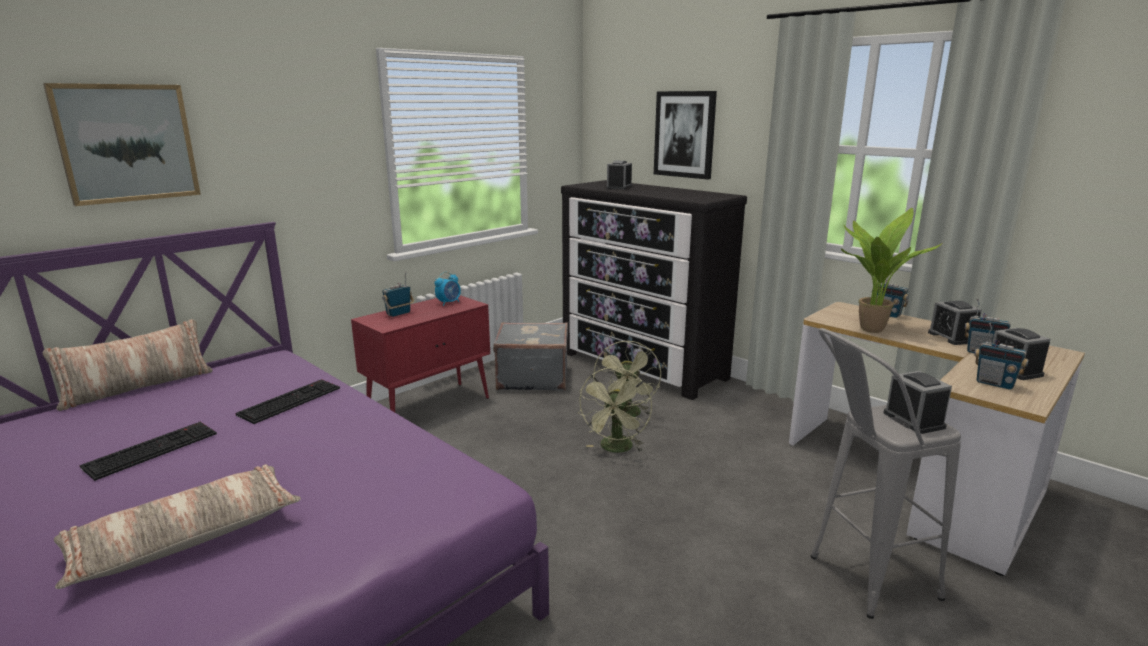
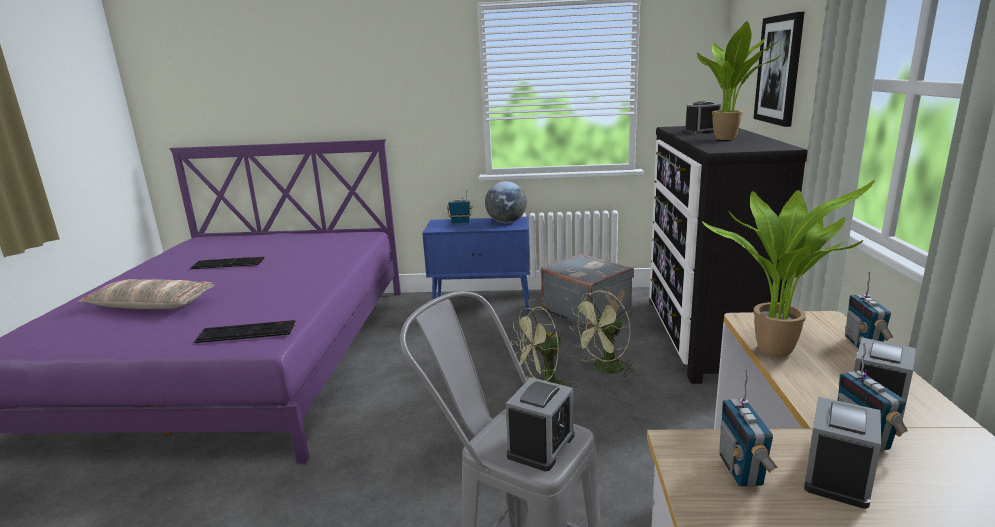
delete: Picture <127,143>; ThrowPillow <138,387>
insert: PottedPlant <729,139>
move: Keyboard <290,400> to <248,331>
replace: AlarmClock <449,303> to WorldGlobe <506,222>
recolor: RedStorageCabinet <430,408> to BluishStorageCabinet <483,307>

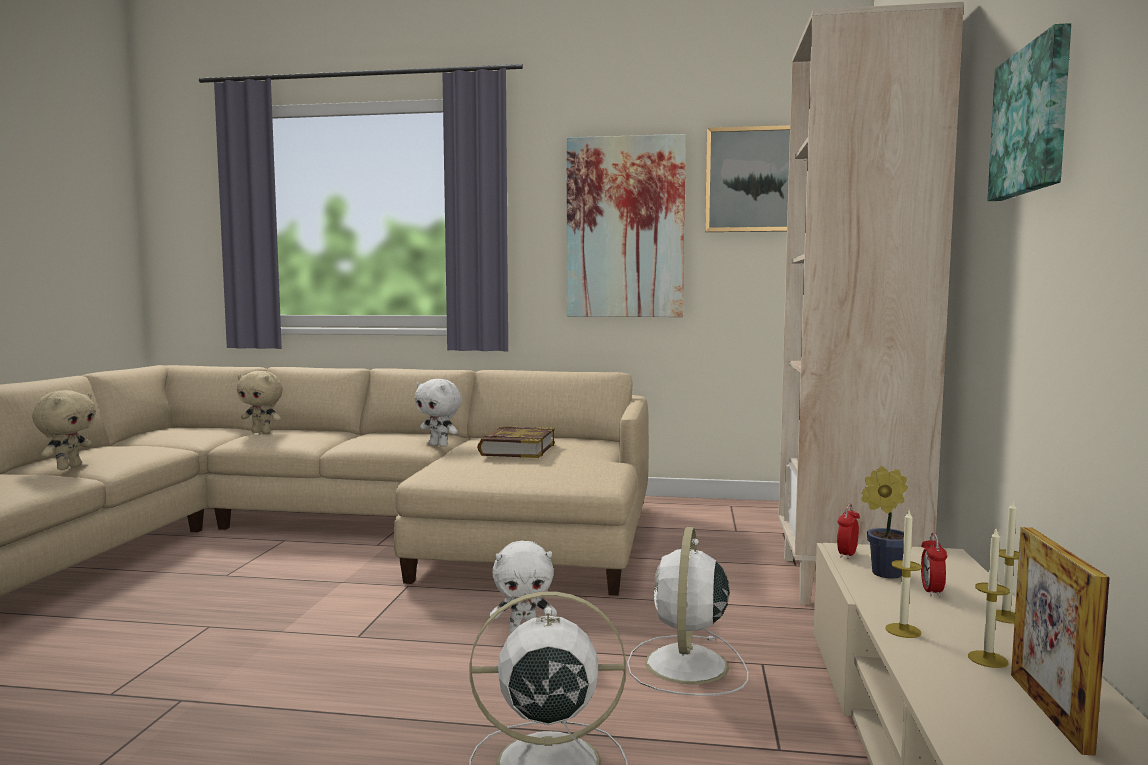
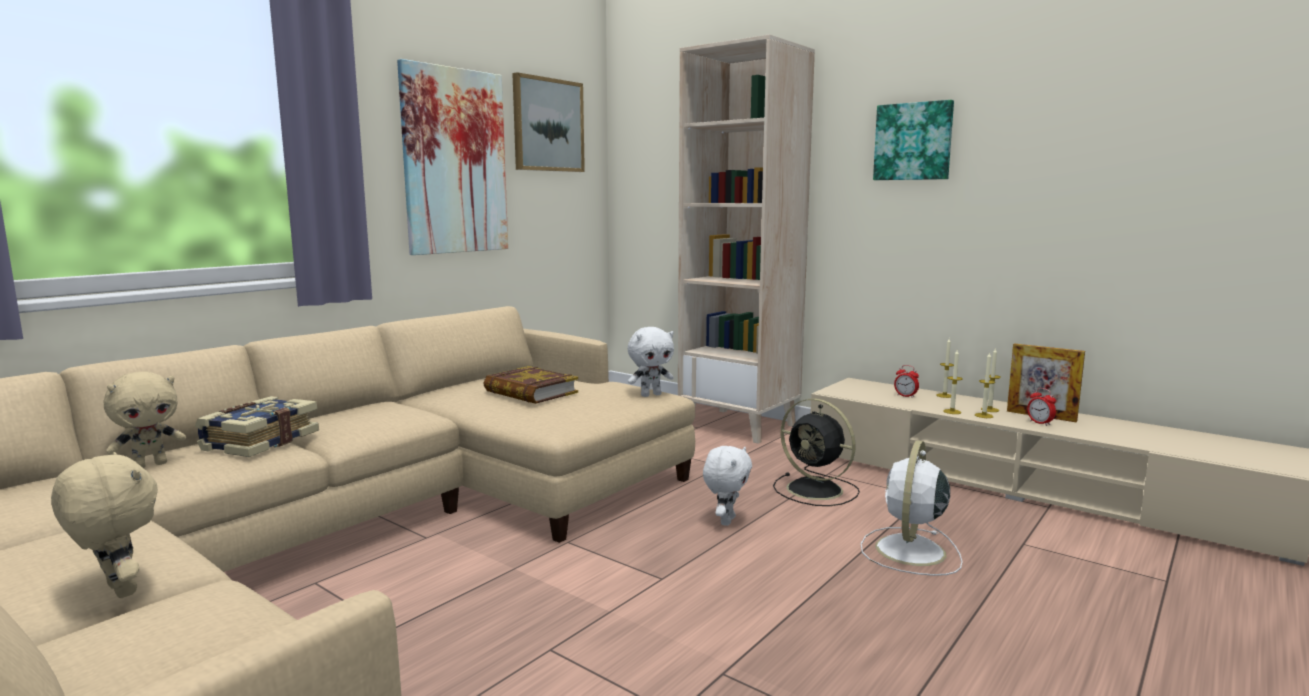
delete: PottedPlant <882,573>
insert: BoundBook <259,441>; WaxCandle <984,415>
move: WhiteCuddlyToy <439,445> to <651,395>; AlarmClock <847,555> to <1040,423>
recolor: WhiteFan <686,666> to BlackFan <817,490>

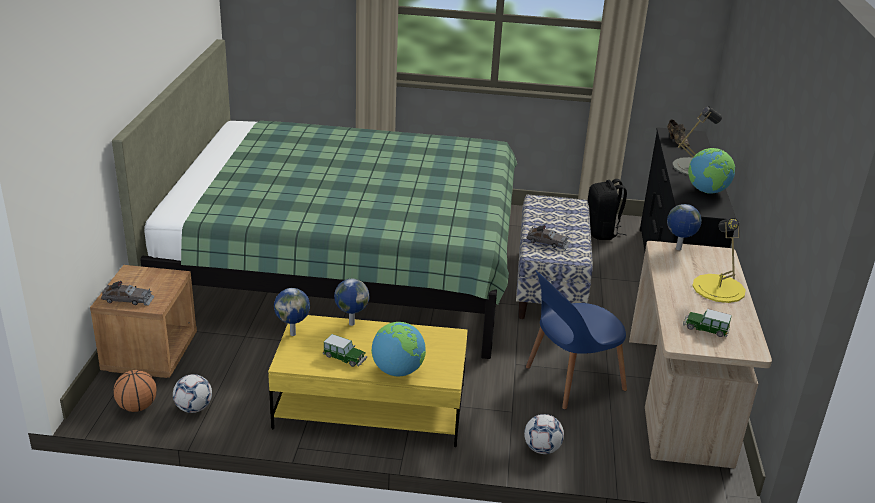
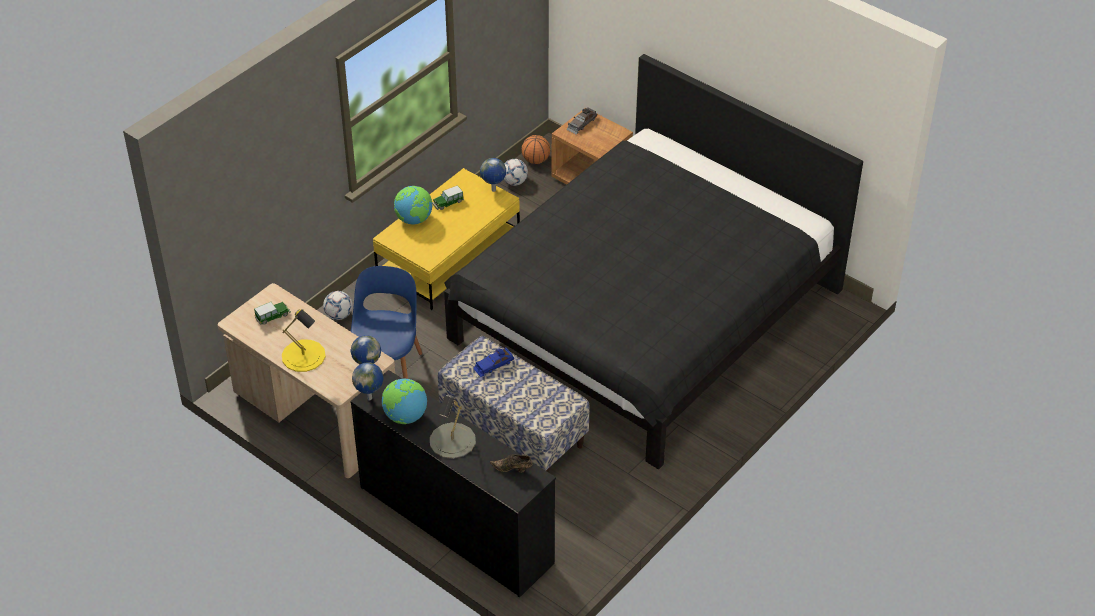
delete: BlackBackpack <602,232>
move: WorldGlobe <351,323> to <370,398>
recolor: GreenColouredSleepingBed <343,264> to BlackSleepingBed <644,315>; GreyMiniatureCar <547,242> to BluishMiniatureCar <493,365>

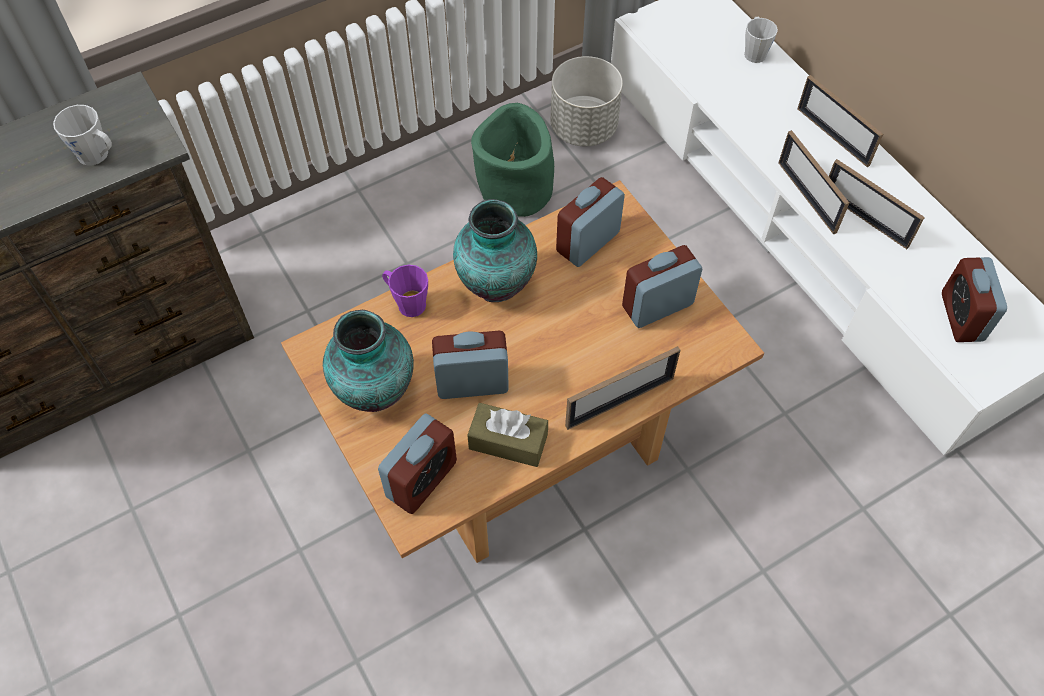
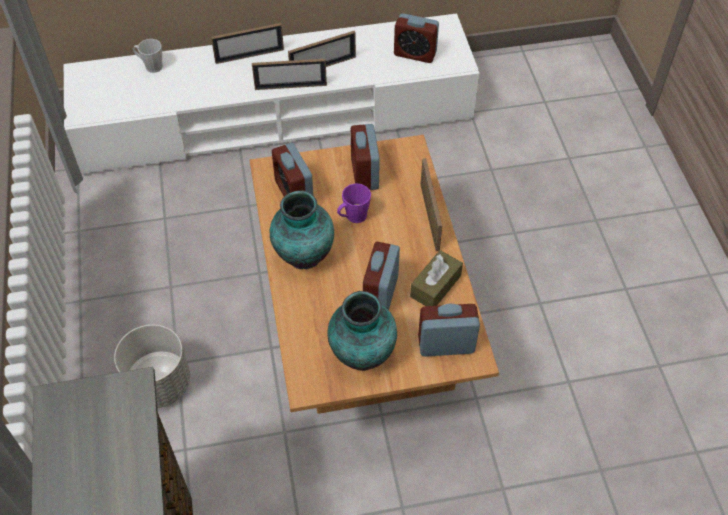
delete: GreyCoffeeMug <98,156>; GreenColouredFlowerPot <515,190>
move: GreyFlowerPot <584,128> to <159,383>; PurplishCoffeeMug <407,302> to <353,217>
rotate: AlarmClock <421,479> = <446,344> 60 degrees counterclockwise

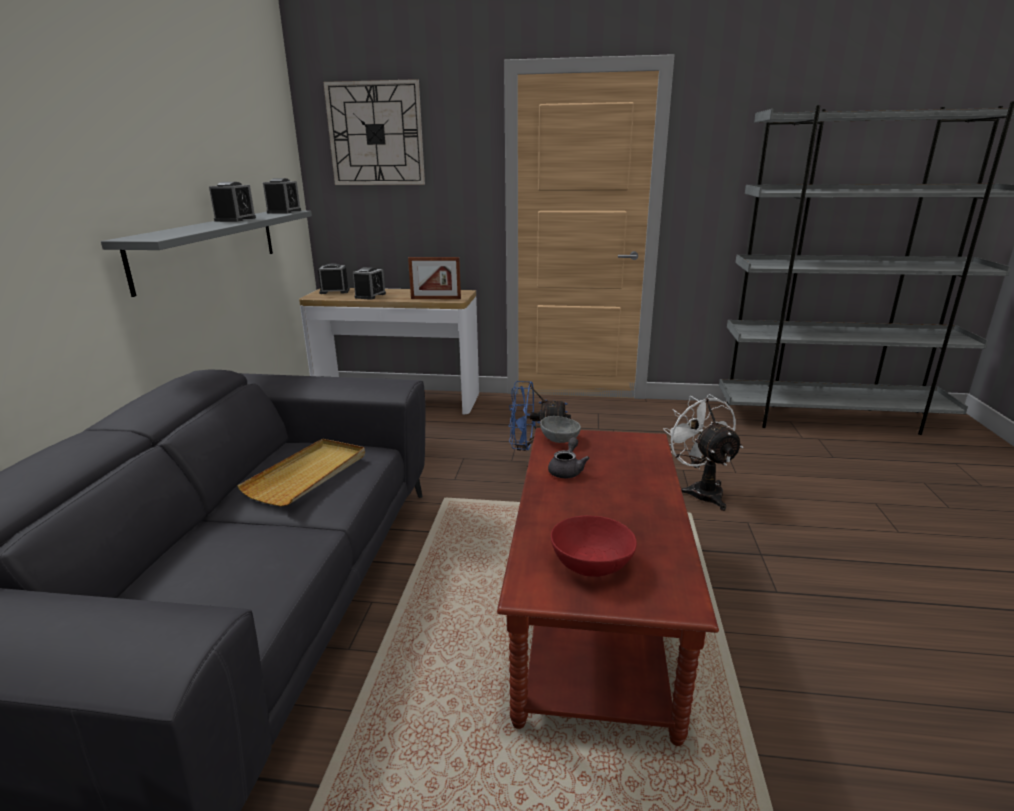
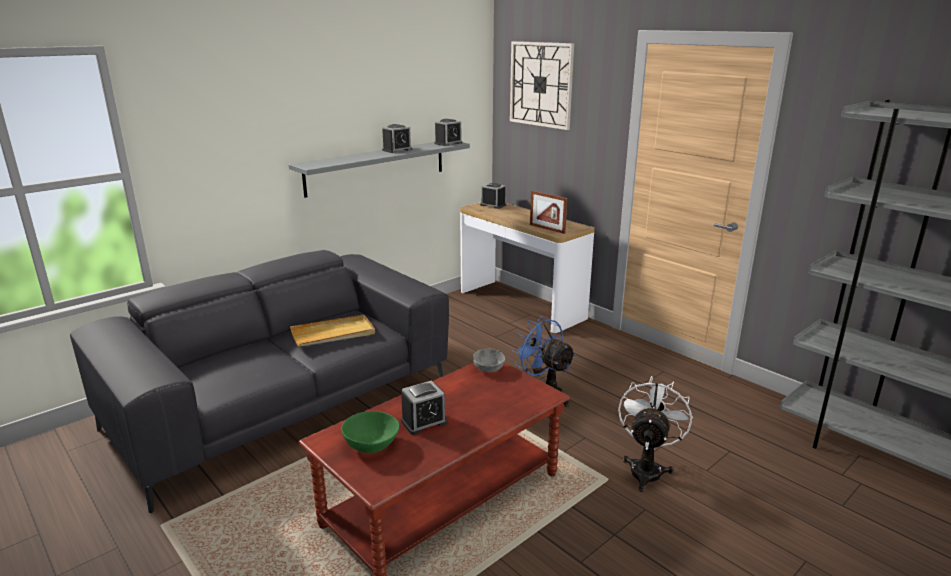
delete: GreyTeapot <567,470>
move: AlarmClock <370,296> to <424,422>
recolor: RedDeepDish <591,563> to GreenColouredDeepDish <371,444>

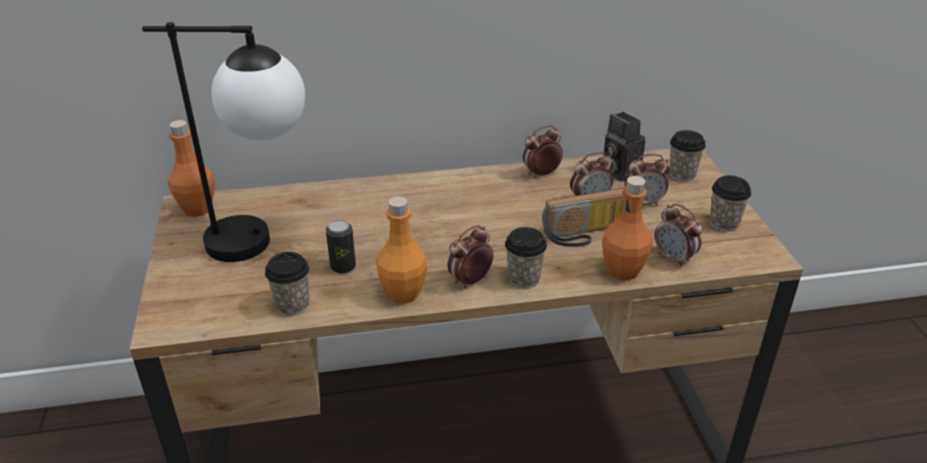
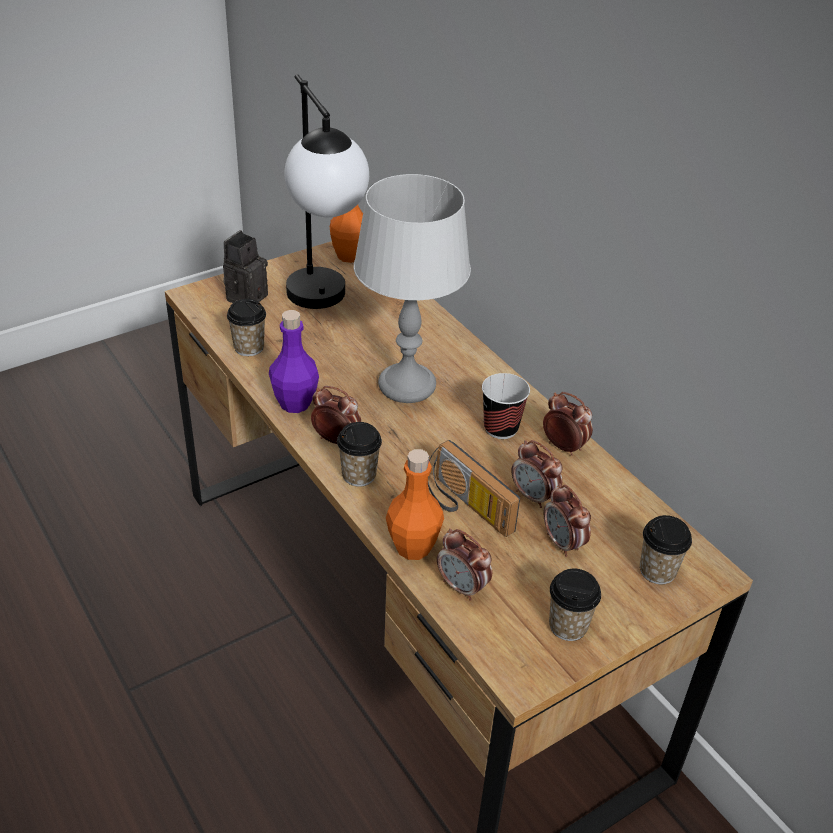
delete: Can <343,267>
insert: GreyLampForATable <406,385>; Cup <501,428>
move: StillCamera <617,171> to <246,296>
recolor: OrangeBeverageBottle <403,293> to PurplishBeverageBottle <295,403>
rotate: AlarmClock <674,258> = <462,587> 75 degrees counterclockwise

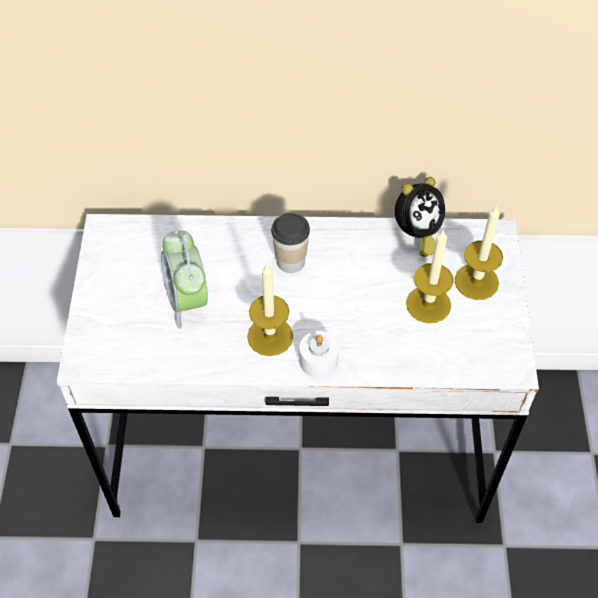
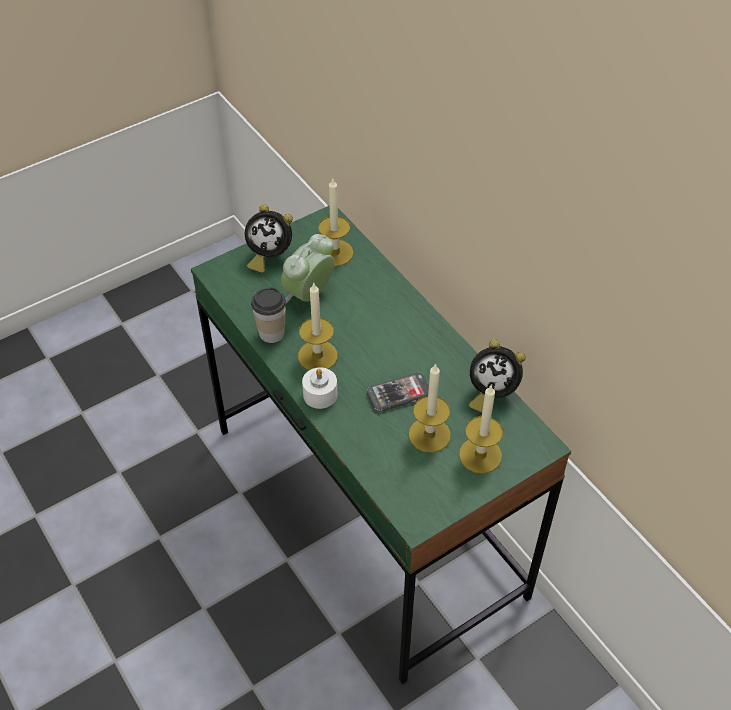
insert: AlarmClock <268,256>; WaxCandle <335,253>; Phone <399,393>
move: Cup <290,261> to <271,333>
recolor: WhiteDesk <299,445> to GreenColouredDesk <367,511>

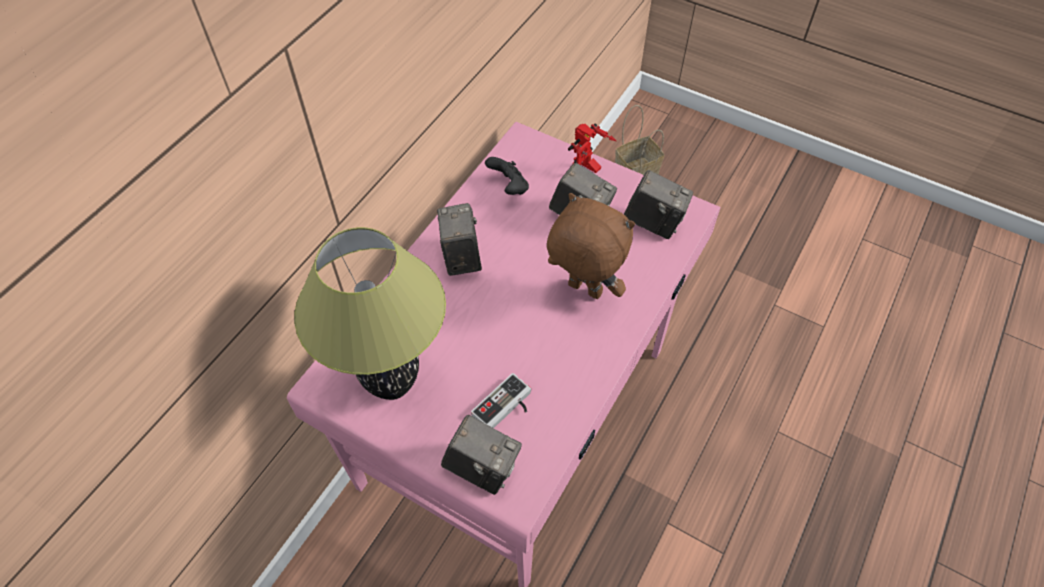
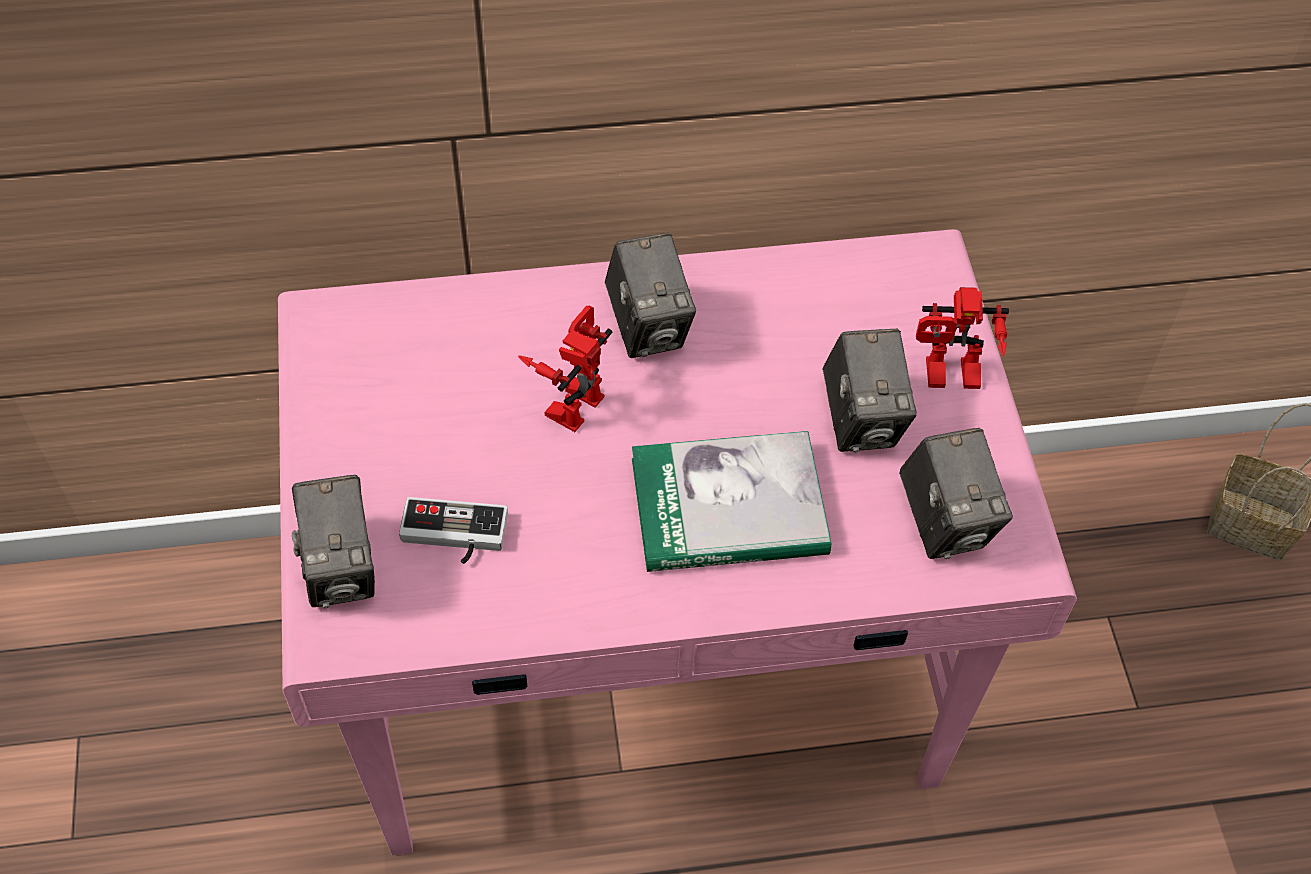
delete: LampForATable <393,385>; BlackGameController <509,187>
insert: ToyRobot <570,399>
replace: BrownColouredCuddlyToy <583,290> to BoundBook <728,507>
rotate: StillCamera <461,256> = <648,326> 120 degrees clockwise

